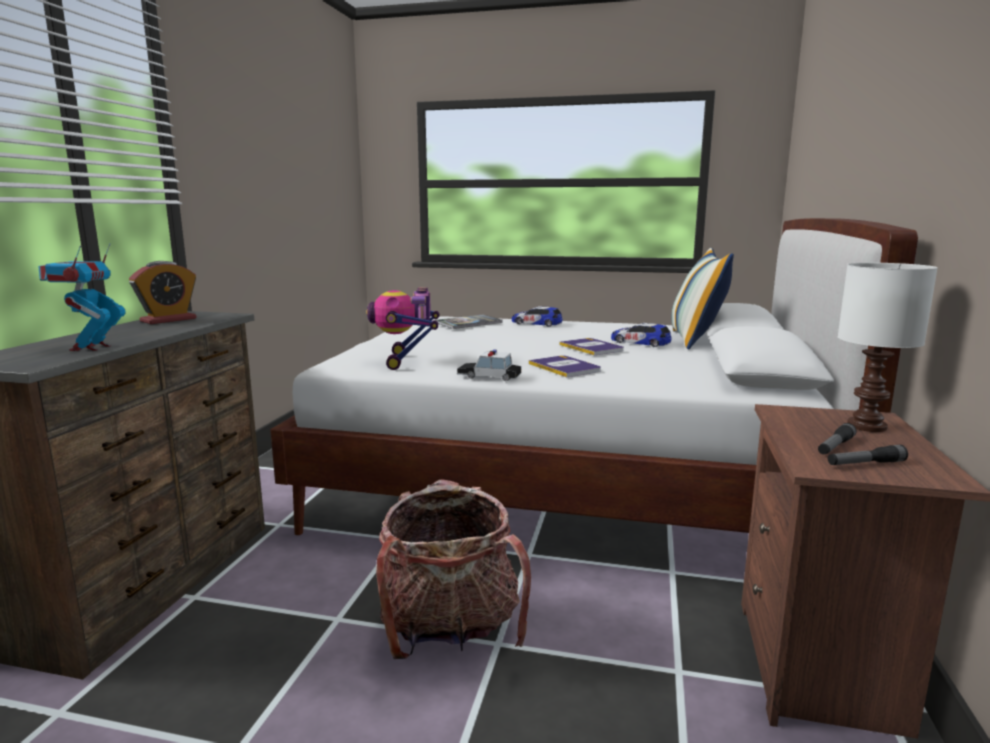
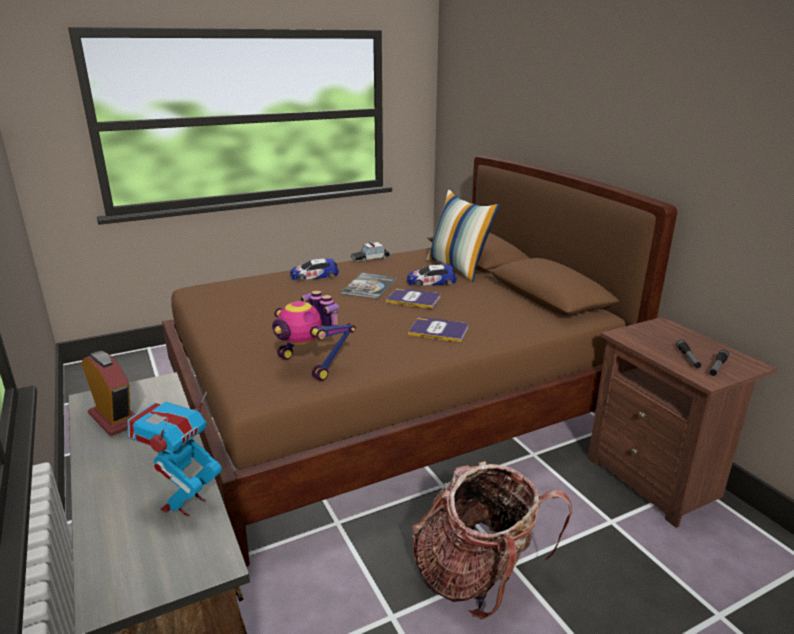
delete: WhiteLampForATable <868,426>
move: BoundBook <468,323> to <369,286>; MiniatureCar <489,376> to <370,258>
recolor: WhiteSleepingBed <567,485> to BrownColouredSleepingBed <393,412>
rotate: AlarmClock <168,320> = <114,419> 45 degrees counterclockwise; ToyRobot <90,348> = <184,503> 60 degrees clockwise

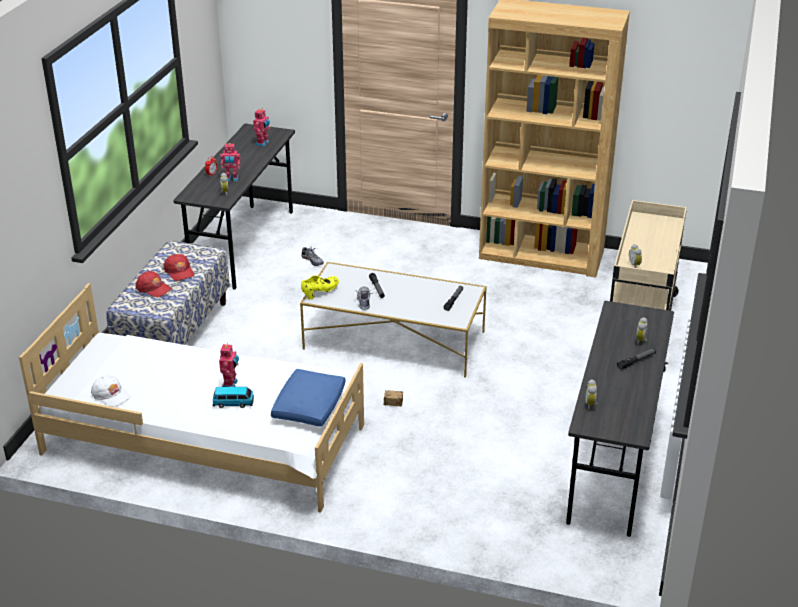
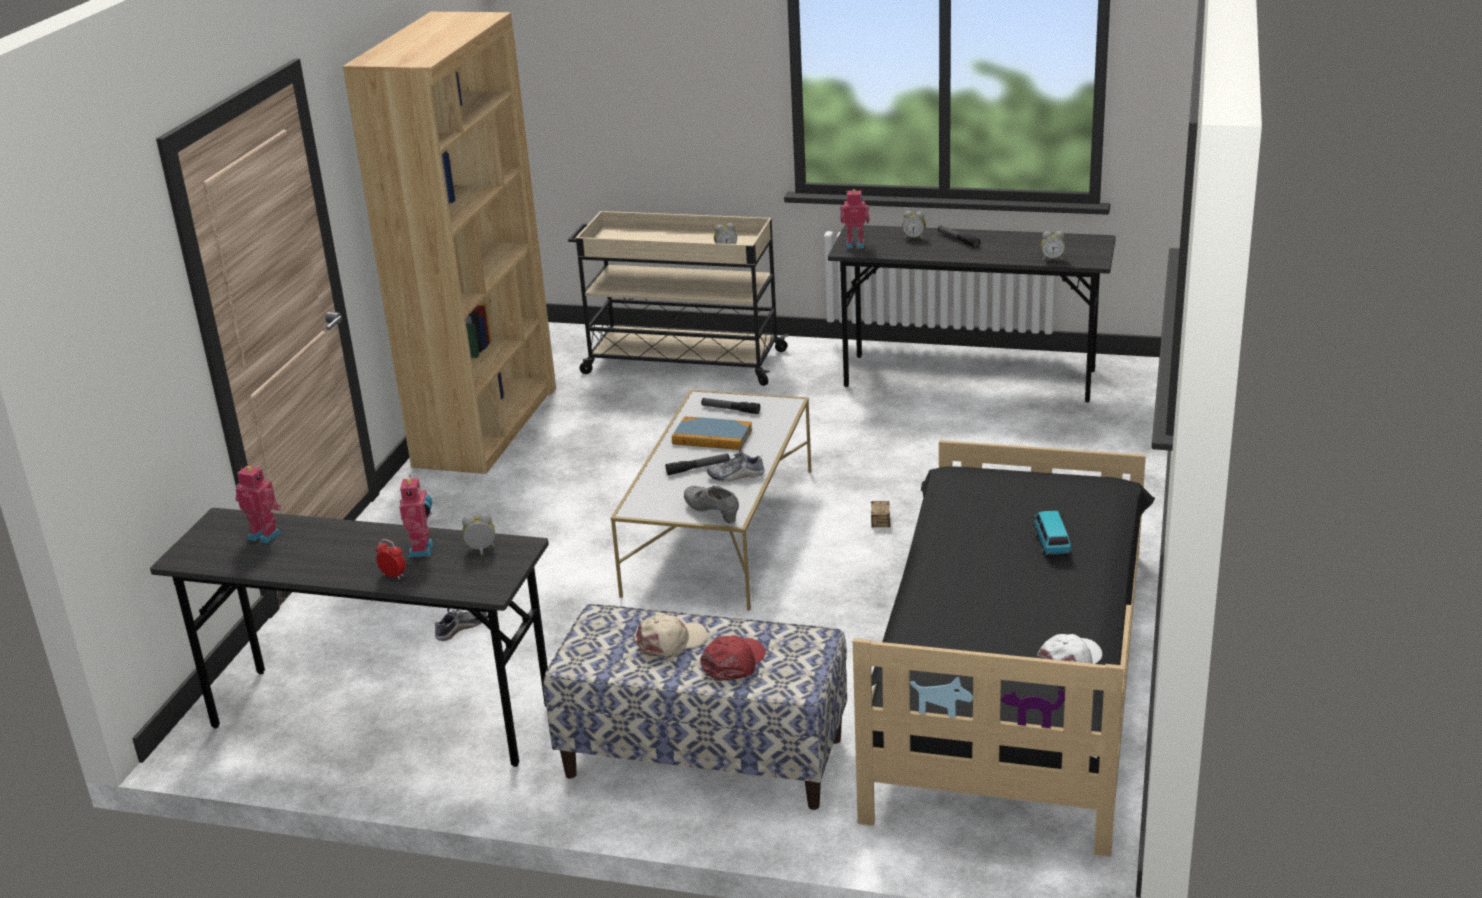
delete: BluishThrowPillow <309,406>
insert: BoundBook <712,437>
move: ToyRobot <231,384> to <855,244>
recolor: RedBaseballCap <179,271> to BeigeColouredBaseballCap <671,642>; YellowLowShoe <320,292> to GreyLowShoe <712,513>; WhiteSleepingBed <206,439> to BlackSleepingBed <1010,674>

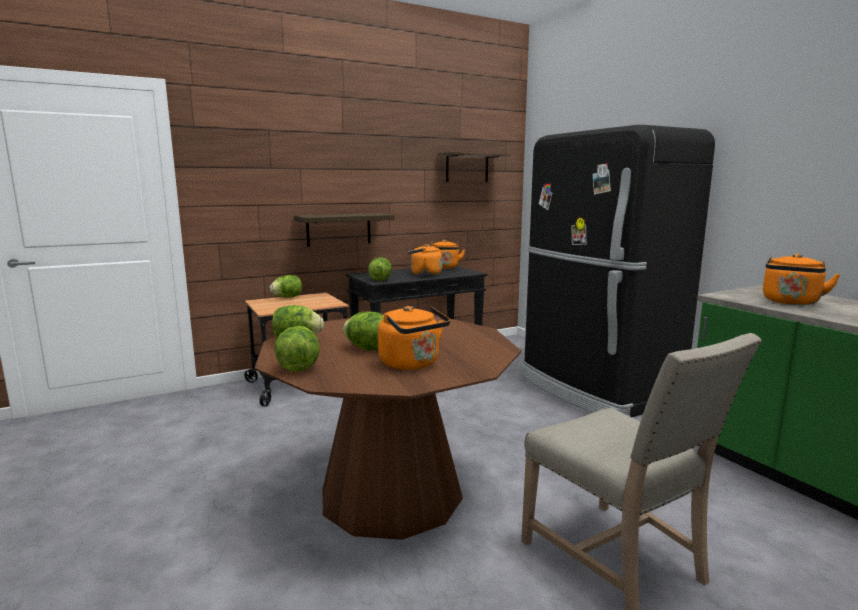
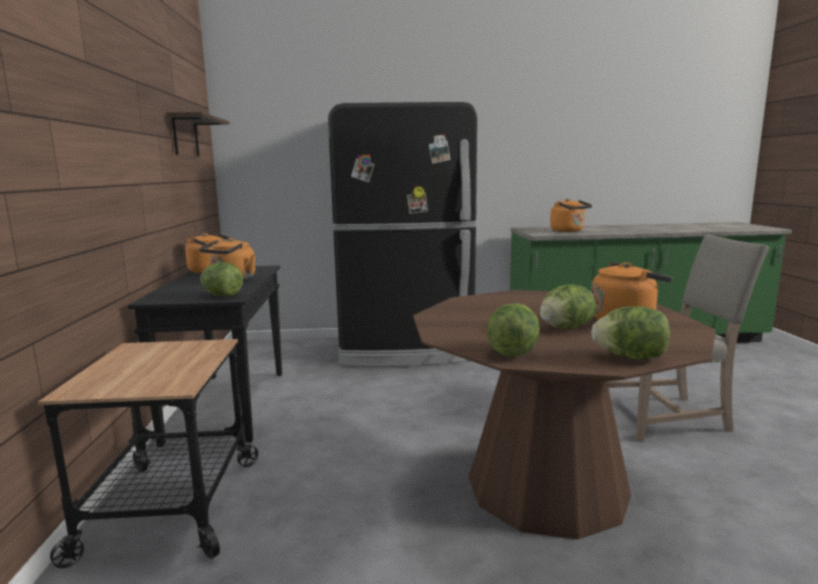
delete: HeadOfLettuce <287,297>; WallShelf <339,229>

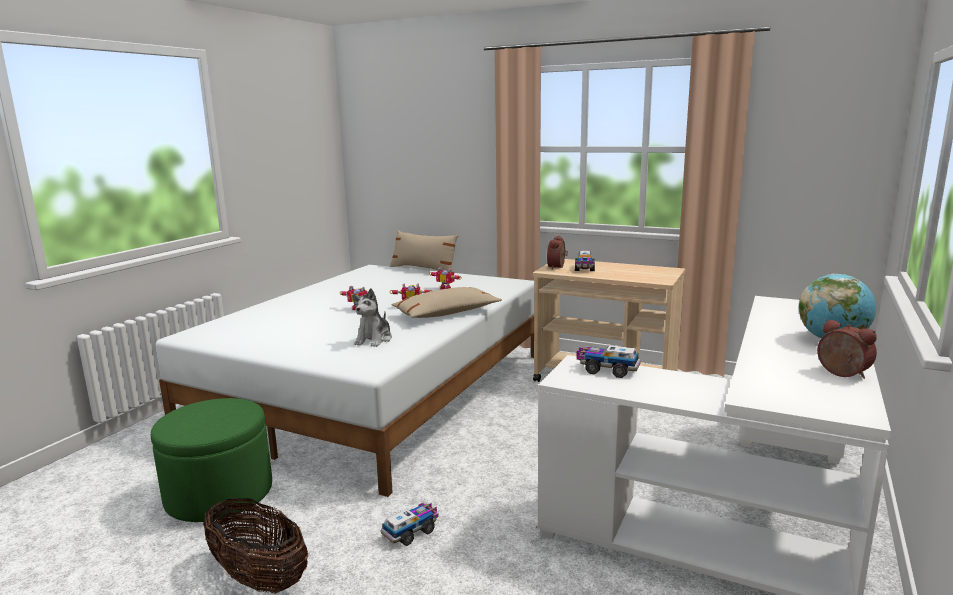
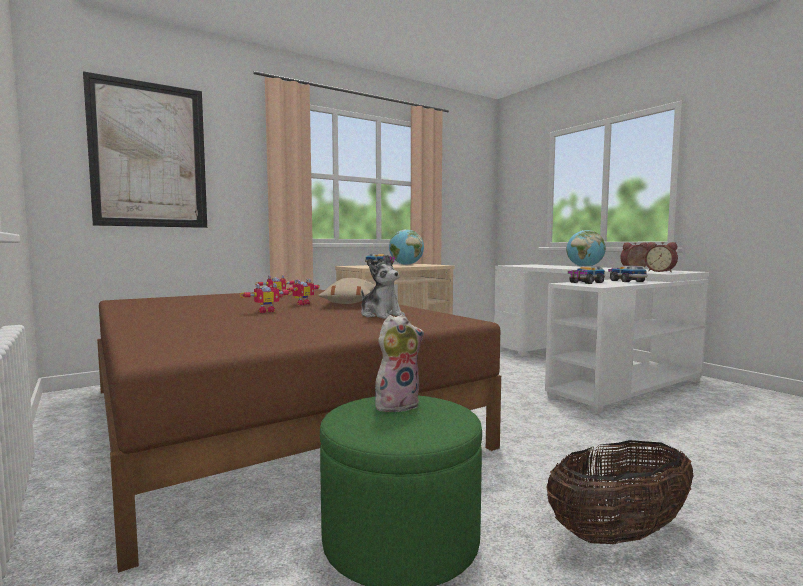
delete: BeigeColouredThrowPillow <424,269>
insert: Picture <149,155>; CuddlyToy <397,404>; WorldGlobe <406,265>
move: ModelTruck <411,532> to <626,281>; AlarmClock <557,267> to <661,271>
recolor: WhiteSleepingBed <378,391> to BrownColouredSleepingBed <269,415>

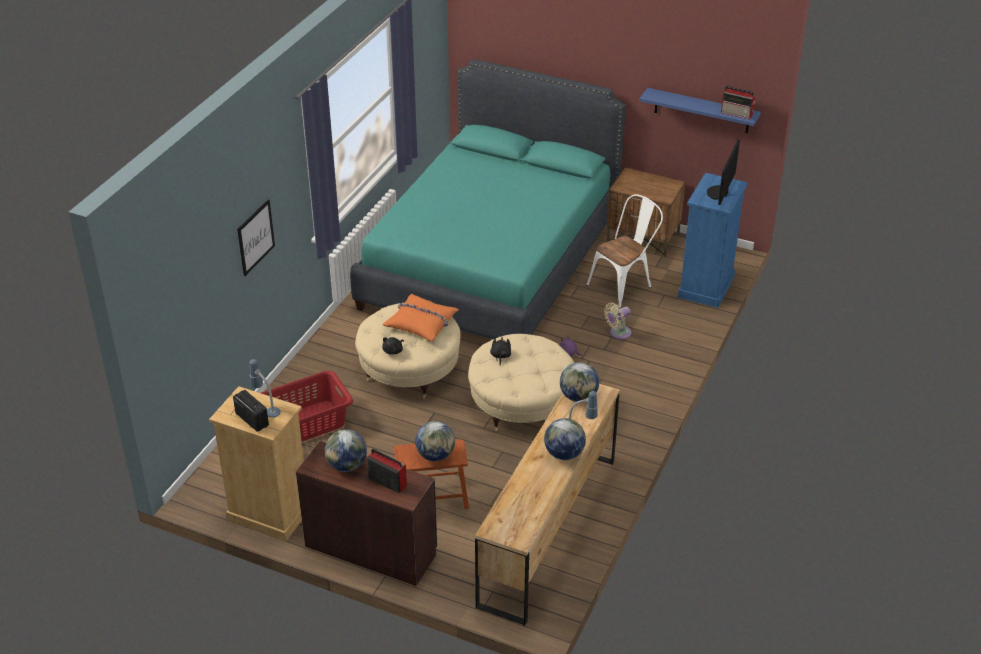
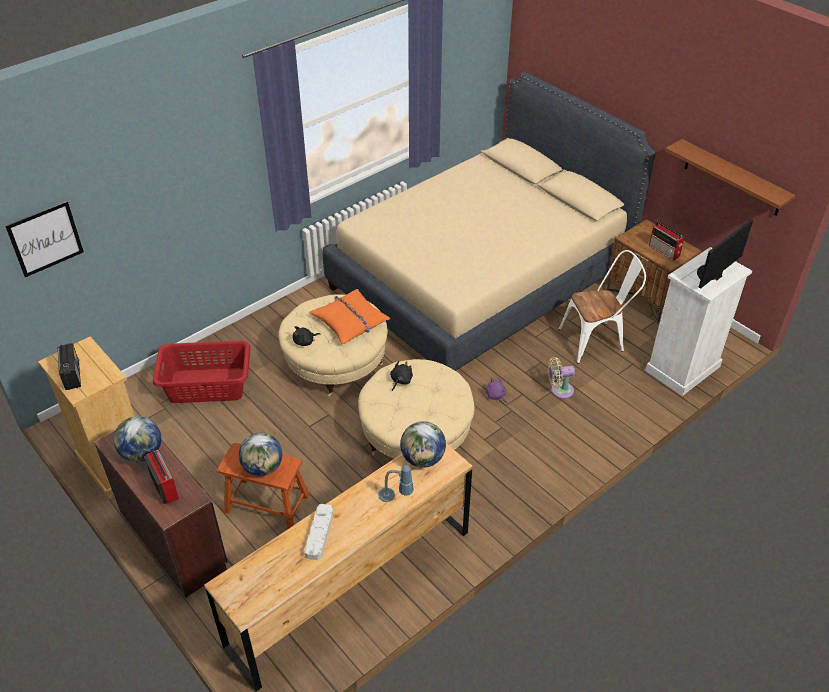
delete: LampForATable <266,407>; WorldGlobe <564,454>
insert: GreyCarryingTray <319,533>
move: Picture <255,237> to <45,239>; Radio <737,114> to <664,251>
recolor: TurquoiseColouredSleepingBed <491,263> to BeigeColouredSleepingBed <480,279>; BluishDrawerChest <706,287> to WhiteDrawerChest <682,369>; BluishWallShelf <702,111> to BrownColouredWallShelf <733,178>

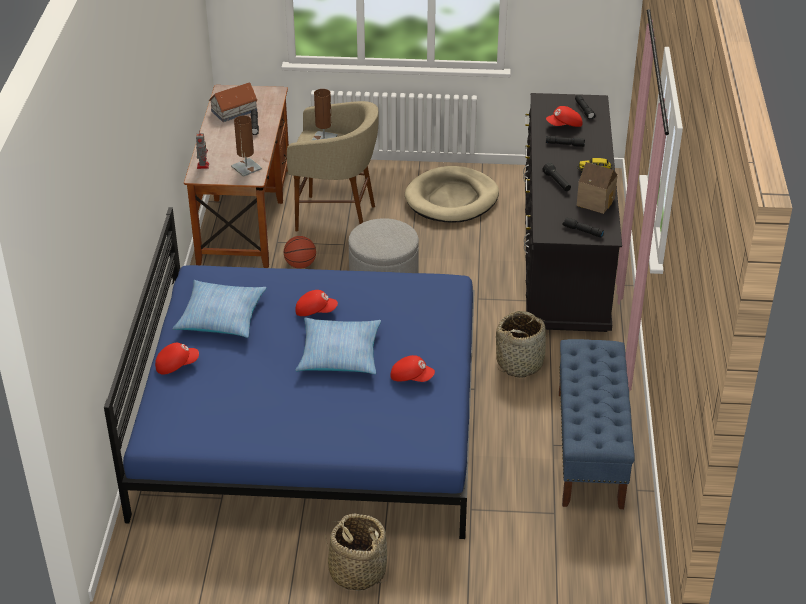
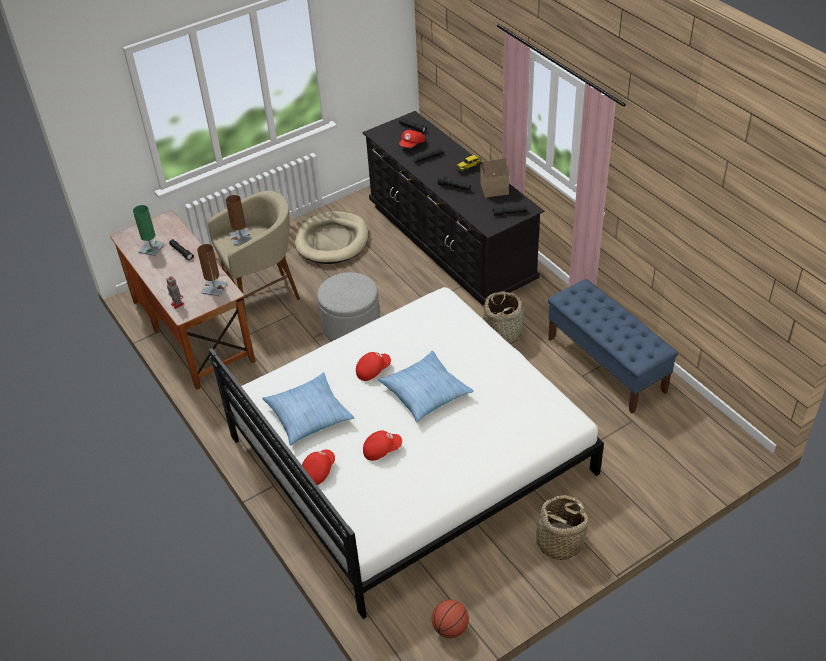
move: RedBaseballCap <411,377> to <381,450>; BallForBasketball <300,265> to <450,628>
replace: MiniatureHouse <234,110> to GreenColouredLampForATable <151,248>
recolor: BluishSleepingBed <310,418> to WhiteSleepingBed <409,454>

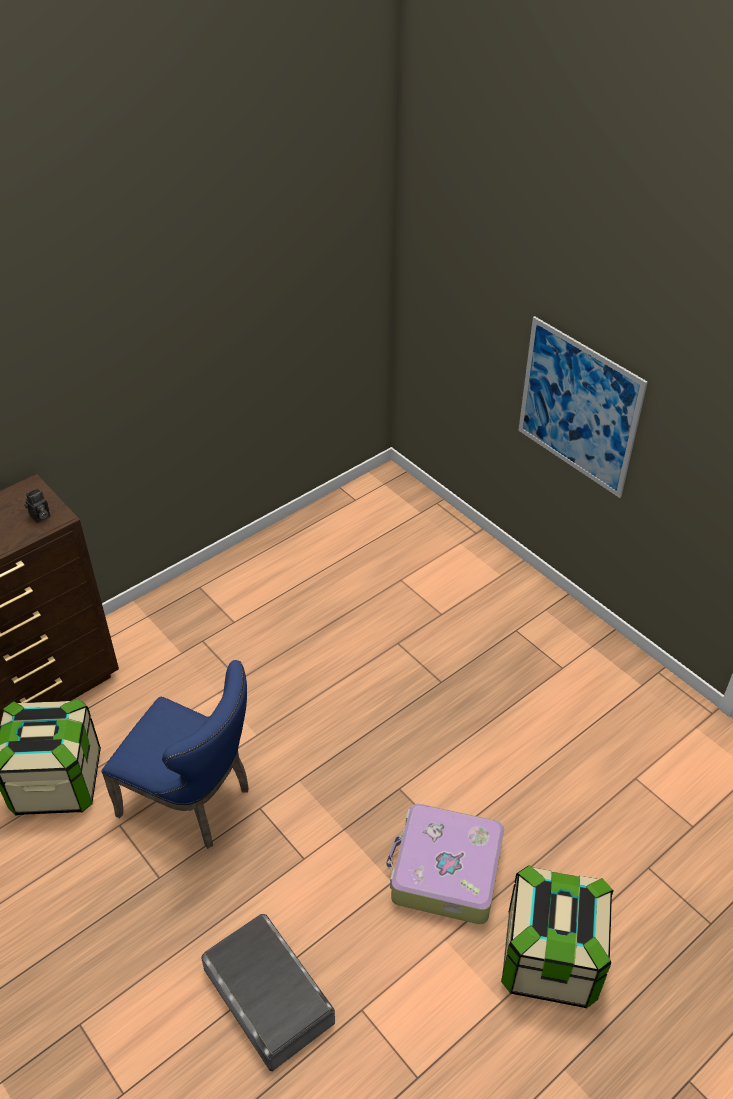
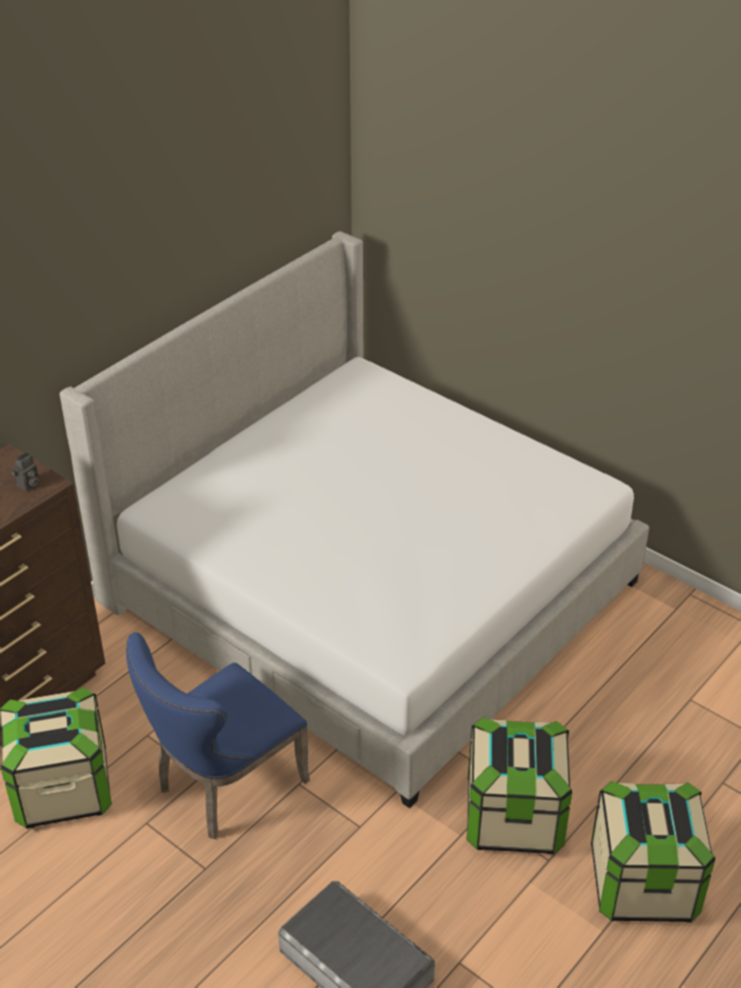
delete: Picture <578,407>
insert: SleepingBed <370,592>
replace: PieceOfLuggage <445,872> to StorageContainer <514,817>
rotate: BluishUprightChair <193,801> = <223,787> 120 degrees clockwise

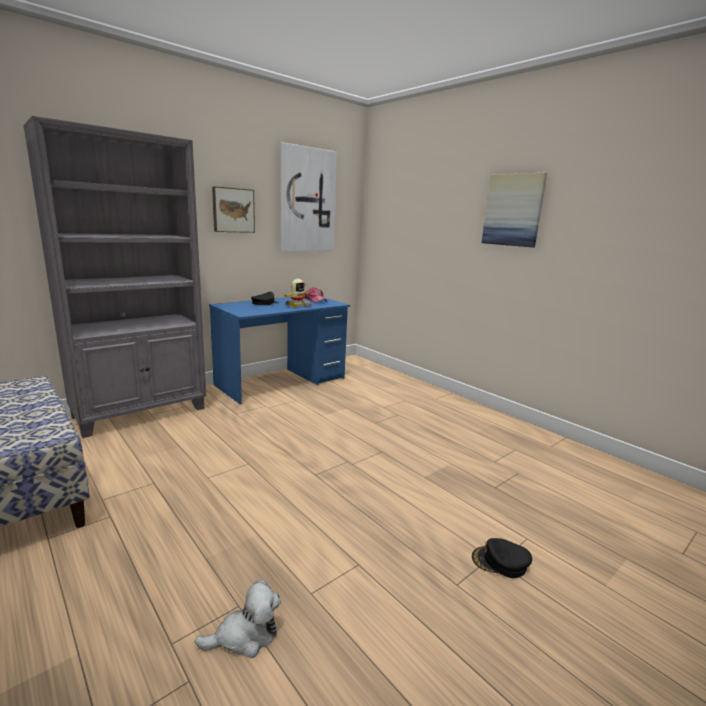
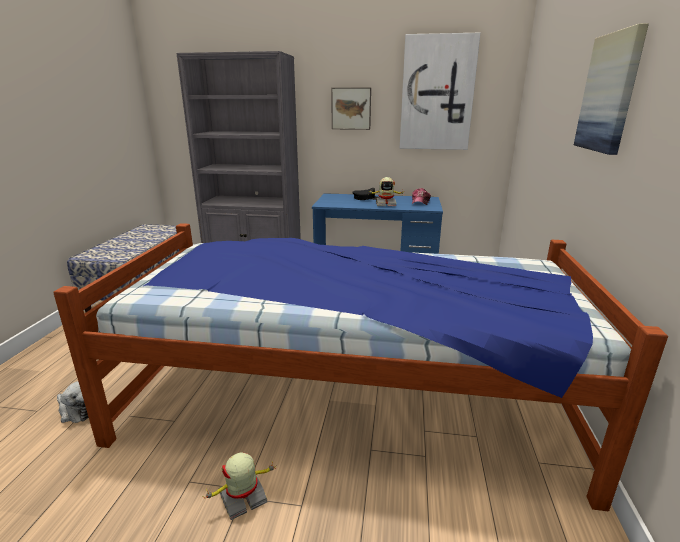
insert: SleepingBed <346,398>
replace: BlackBaseballCap <500,562> to ToyRobot <243,498>

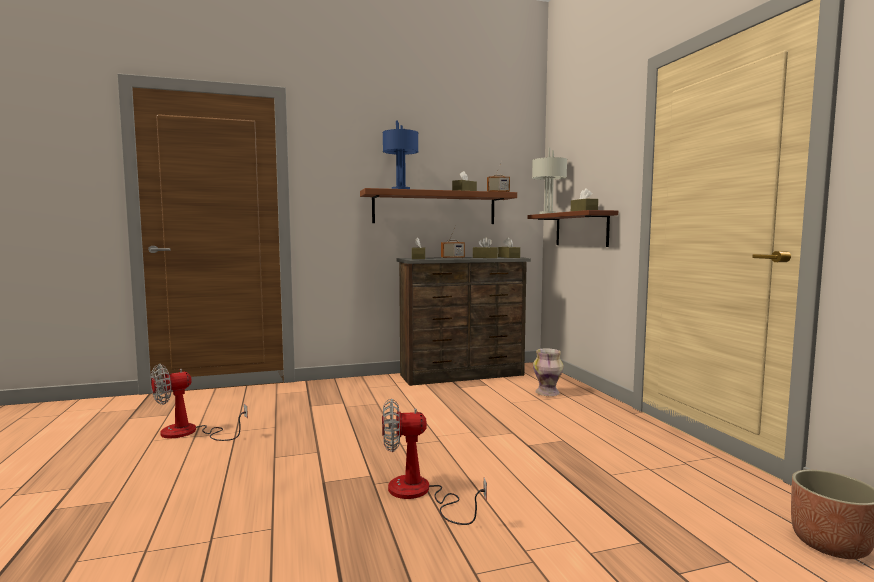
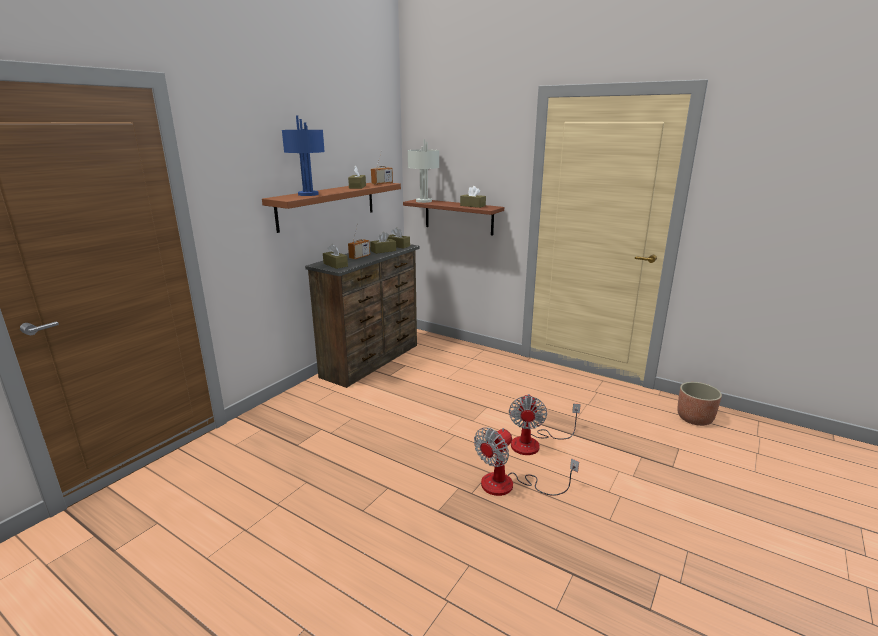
delete: FlowerVase <548,393>
move: Fan <189,433> to <534,443>

